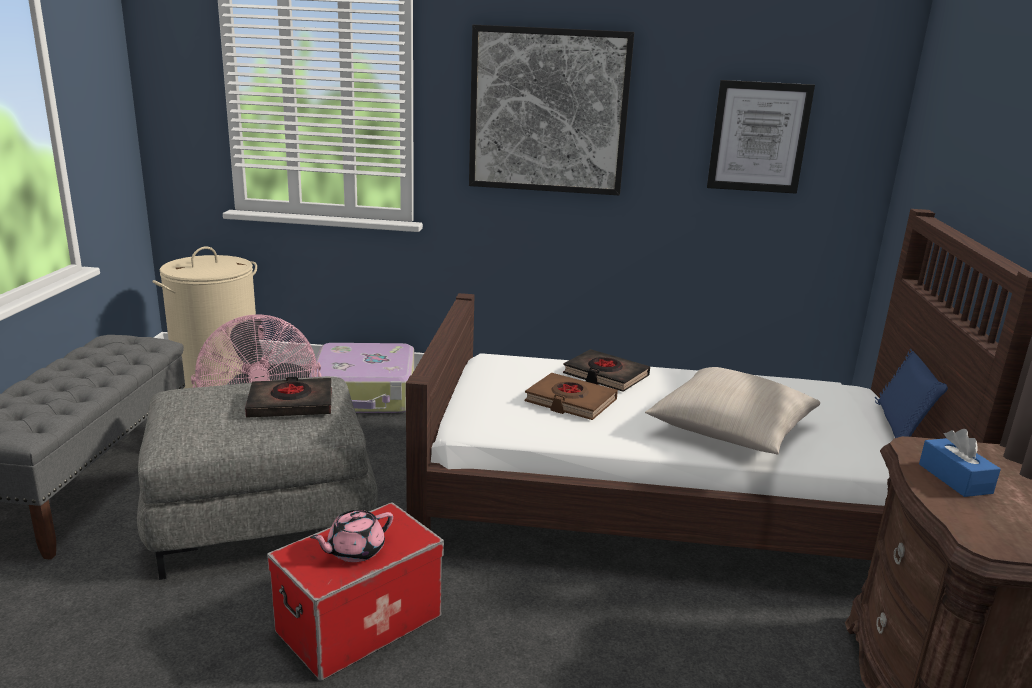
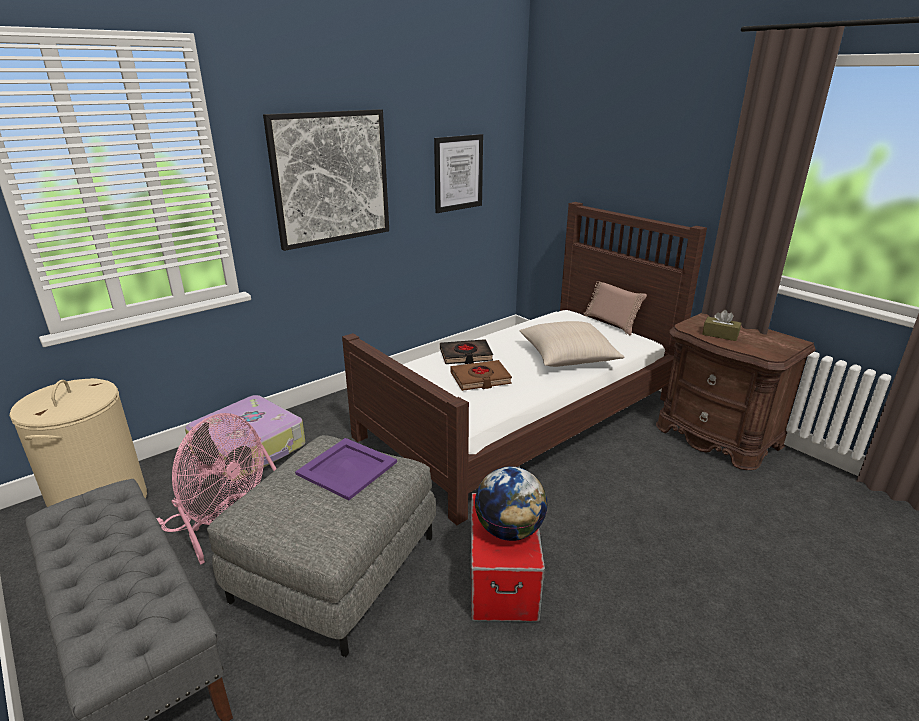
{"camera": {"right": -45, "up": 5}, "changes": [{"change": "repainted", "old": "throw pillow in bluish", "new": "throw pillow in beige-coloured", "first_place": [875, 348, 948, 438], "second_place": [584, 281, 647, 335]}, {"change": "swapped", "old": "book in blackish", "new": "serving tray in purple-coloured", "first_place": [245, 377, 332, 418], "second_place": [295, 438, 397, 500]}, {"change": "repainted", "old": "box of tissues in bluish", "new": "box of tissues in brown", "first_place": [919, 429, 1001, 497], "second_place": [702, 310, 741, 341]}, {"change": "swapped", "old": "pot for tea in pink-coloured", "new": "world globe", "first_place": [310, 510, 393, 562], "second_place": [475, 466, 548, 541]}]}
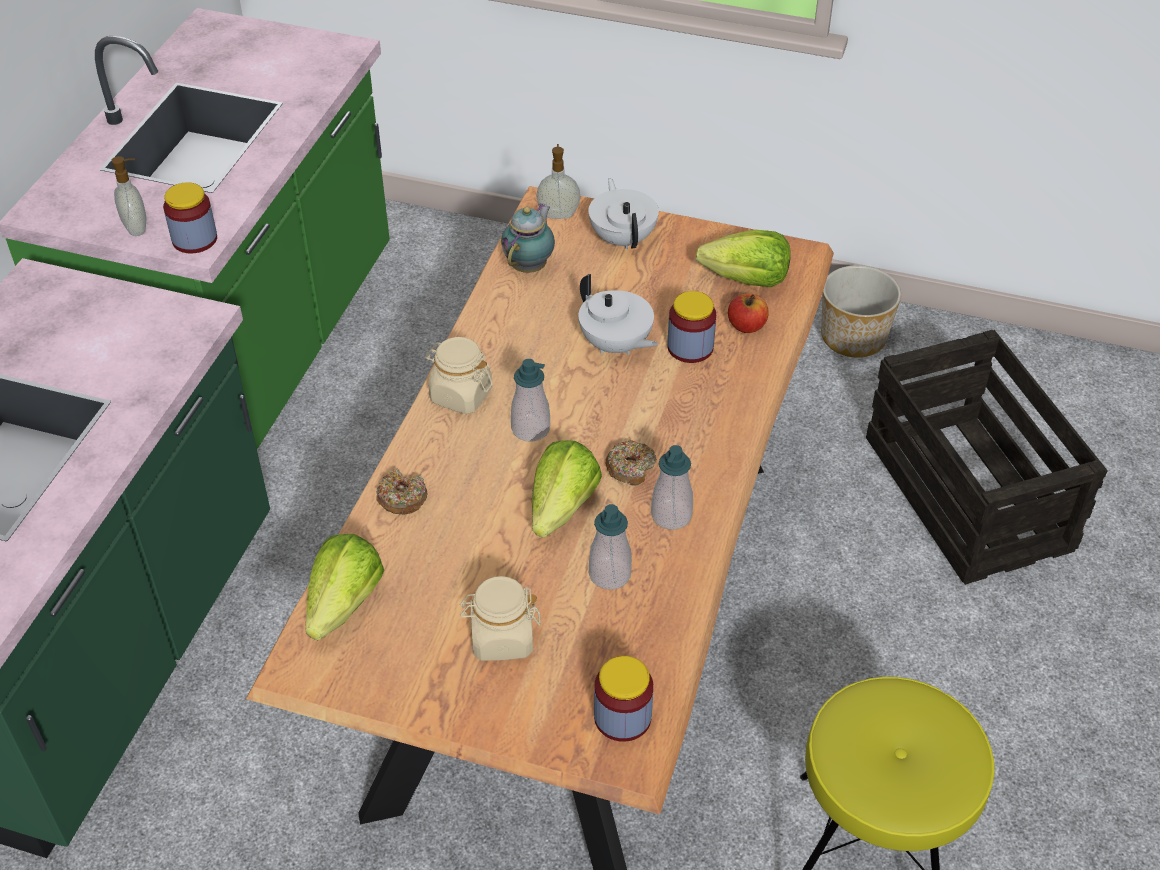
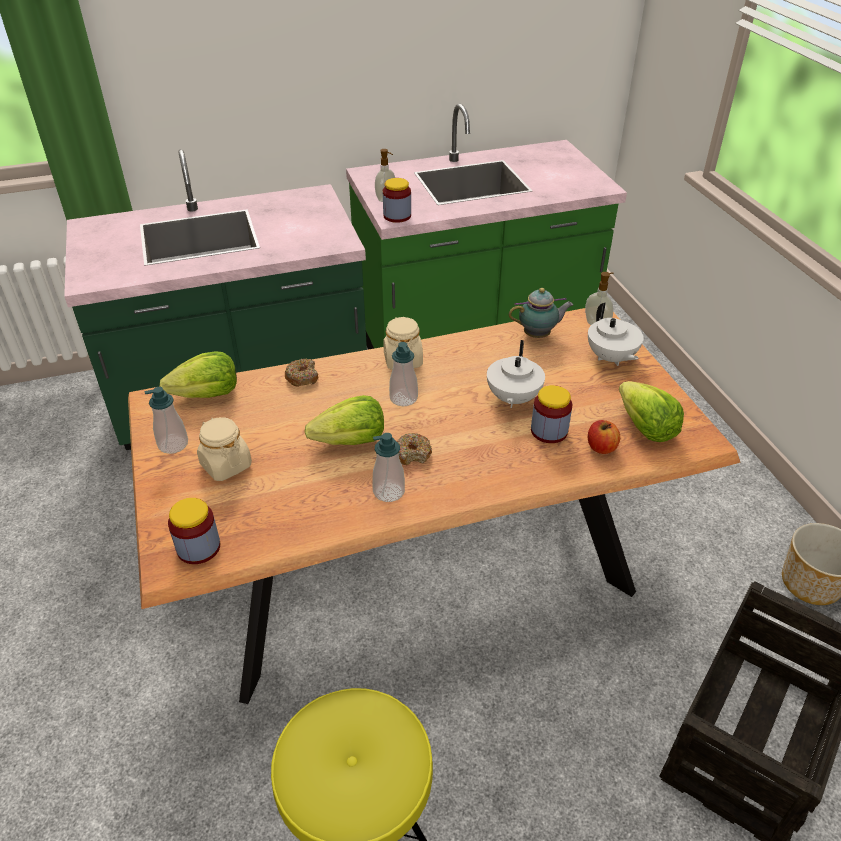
{"camera": {"right": 55, "up": -5}, "changes": [{"change": "rotated", "old": "pot for tea in white-coloured", "first_place": [589, 178, 659, 250], "second_place": [588, 303, 644, 366], "degrees": 120}, {"change": "shifted", "old": "liquid soap bottle", "first_place": [589, 504, 632, 590], "second_place": [144, 387, 188, 454]}]}
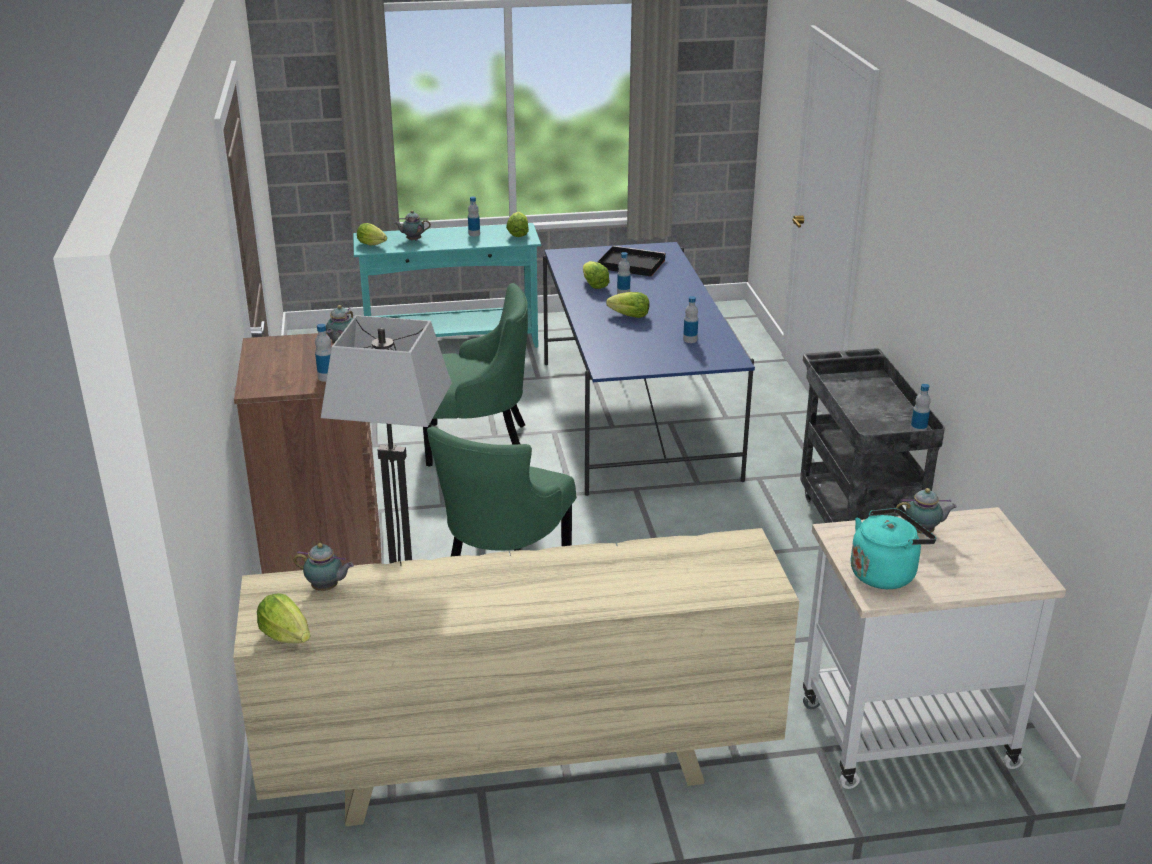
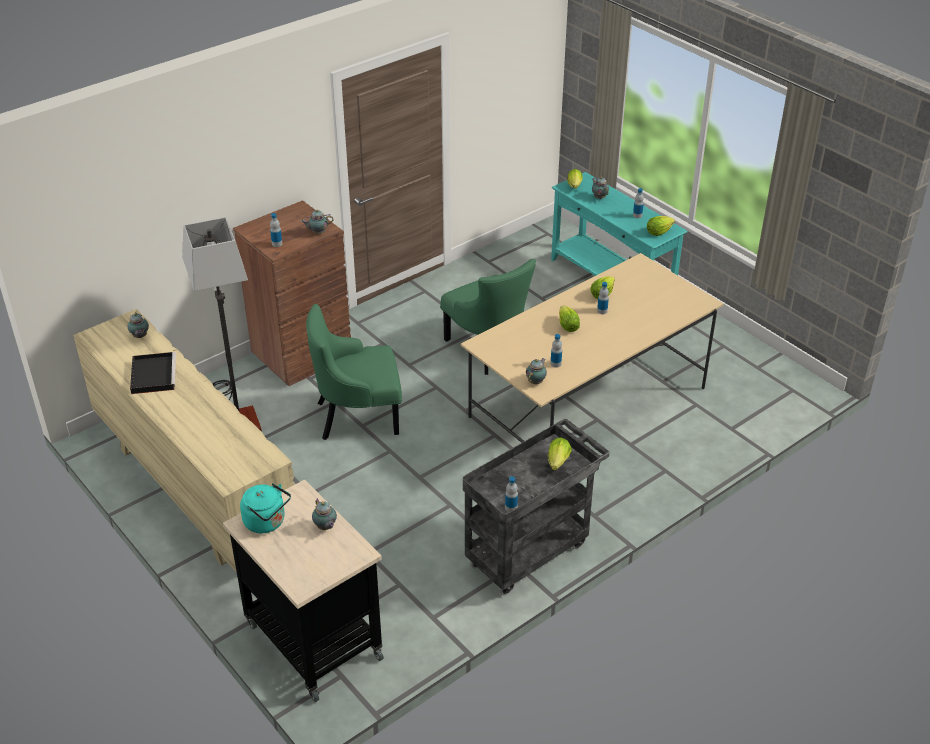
{"camera": {"right": 60, "up": 10}, "changes": [{"change": "repainted", "old": "dinner table in bluish", "new": "dinner table in beige-coloured", "first_place": [543, 242, 755, 496], "second_place": [461, 253, 724, 443]}, {"change": "shifted", "old": "serving tray in blackish", "first_place": [598, 246, 666, 277], "second_place": [130, 352, 176, 394]}, {"change": "repainted", "old": "trolley in white-coloured", "new": "trolley in blackish", "first_place": [803, 507, 1066, 789], "second_place": [223, 479, 384, 702]}, {"change": "shifted", "old": "lettuce head", "first_place": [257, 593, 310, 643], "second_place": [548, 438, 572, 470]}, {"change": "new", "new": "pot for tea", "second_place": [526, 358, 547, 384]}]}
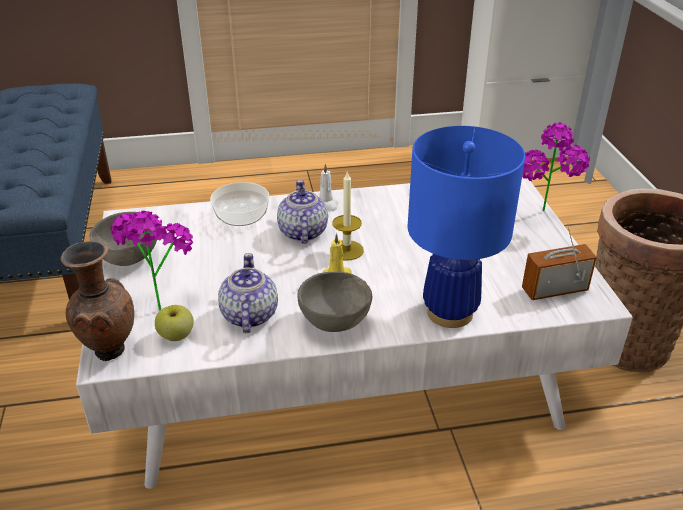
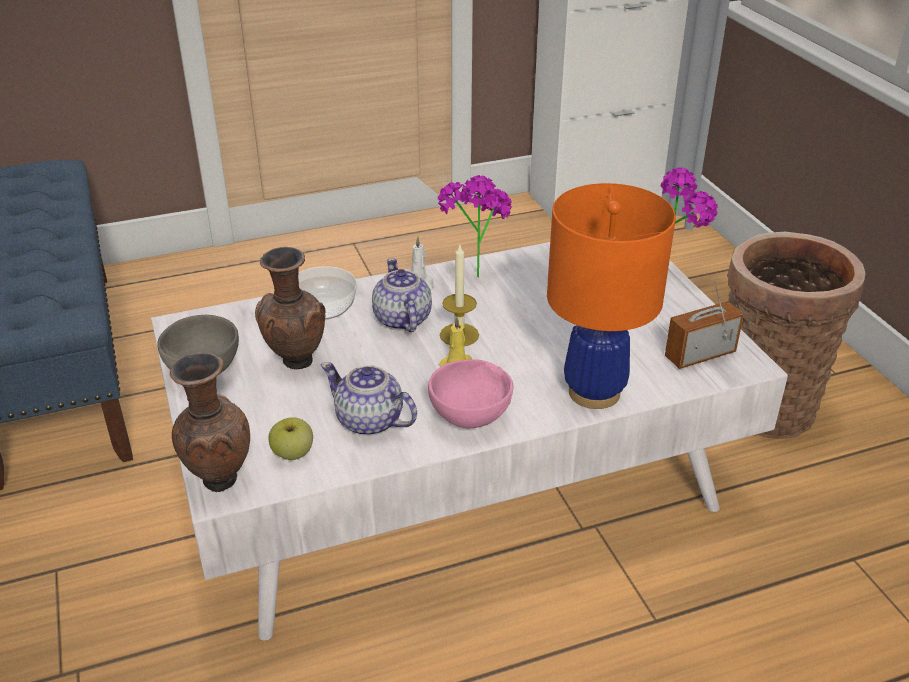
{"camera": {"right": -10, "up": 0}, "changes": [{"change": "repainted", "old": "table lamp in bluish", "new": "table lamp in orange", "first_place": [408, 126, 525, 328], "second_place": [547, 183, 676, 409]}, {"change": "shifted", "old": "plant in a pot", "first_place": [110, 211, 193, 310], "second_place": [438, 175, 512, 277]}, {"change": "rotated", "old": "pot for tea", "first_place": [218, 253, 278, 333], "second_place": [321, 362, 417, 436], "degrees": -45}, {"change": "repainted", "old": "serving bowl in gray", "new": "serving bowl in pink-coloured", "first_place": [297, 272, 372, 332], "second_place": [428, 359, 513, 428]}, {"change": "new", "new": "flower vase in brown", "second_place": [255, 247, 326, 369]}]}
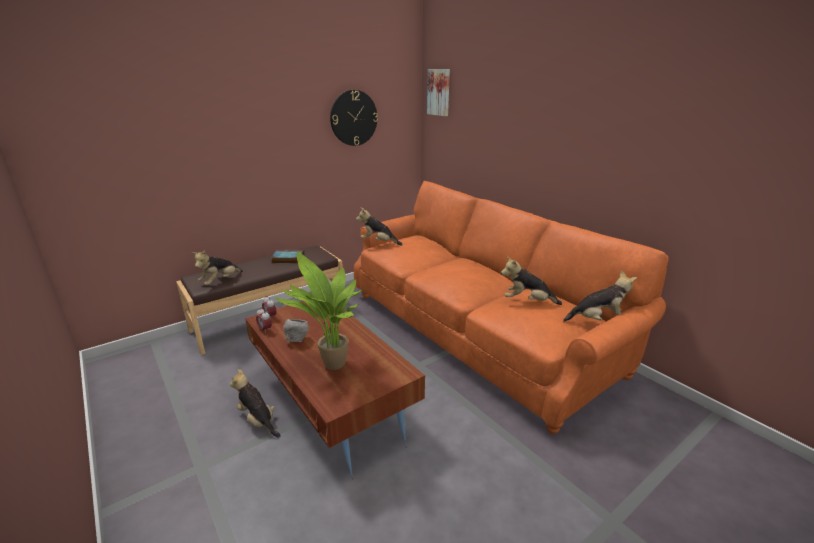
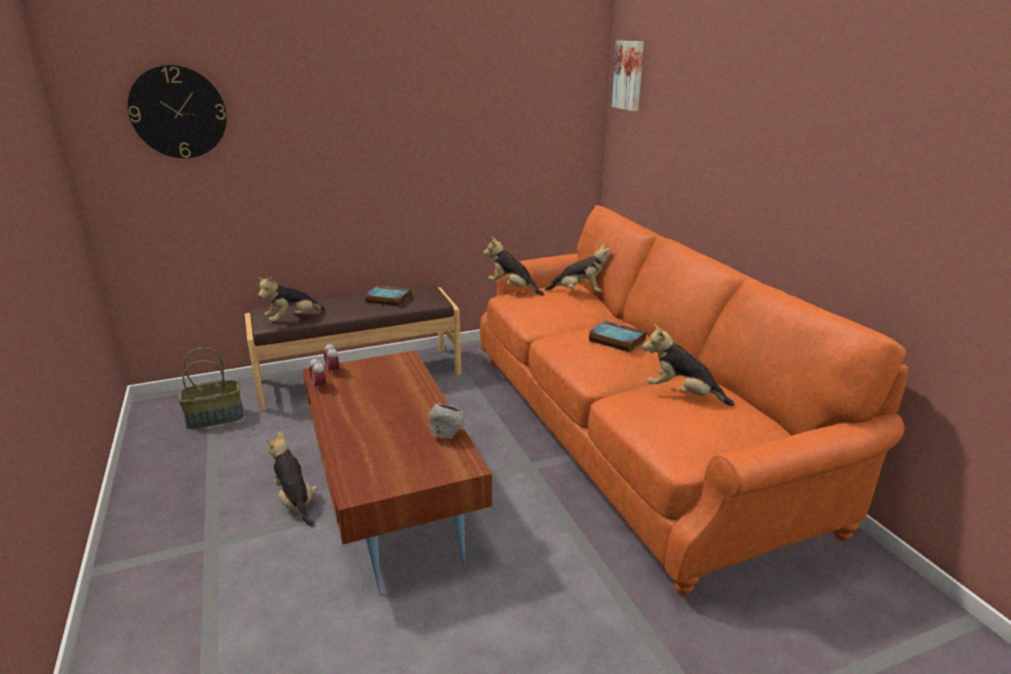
{"camera": {"right": 15, "up": 0}, "changes": [{"change": "shifted", "old": "clock on the wall", "first_place": [330, 90, 378, 146], "second_place": [128, 65, 227, 158]}, {"change": "gone", "old": "plant in a pot", "first_place": [275, 252, 365, 370]}, {"change": "shifted", "old": "cuddly toy", "first_place": [563, 271, 637, 322], "second_place": [545, 242, 611, 292]}, {"change": "shifted", "old": "serving bowl in gray", "first_place": [283, 319, 309, 342], "second_place": [429, 404, 464, 439]}, {"change": "new", "new": "book", "second_place": [588, 321, 646, 353]}, {"change": "new", "new": "basket", "second_place": [178, 348, 244, 429]}]}
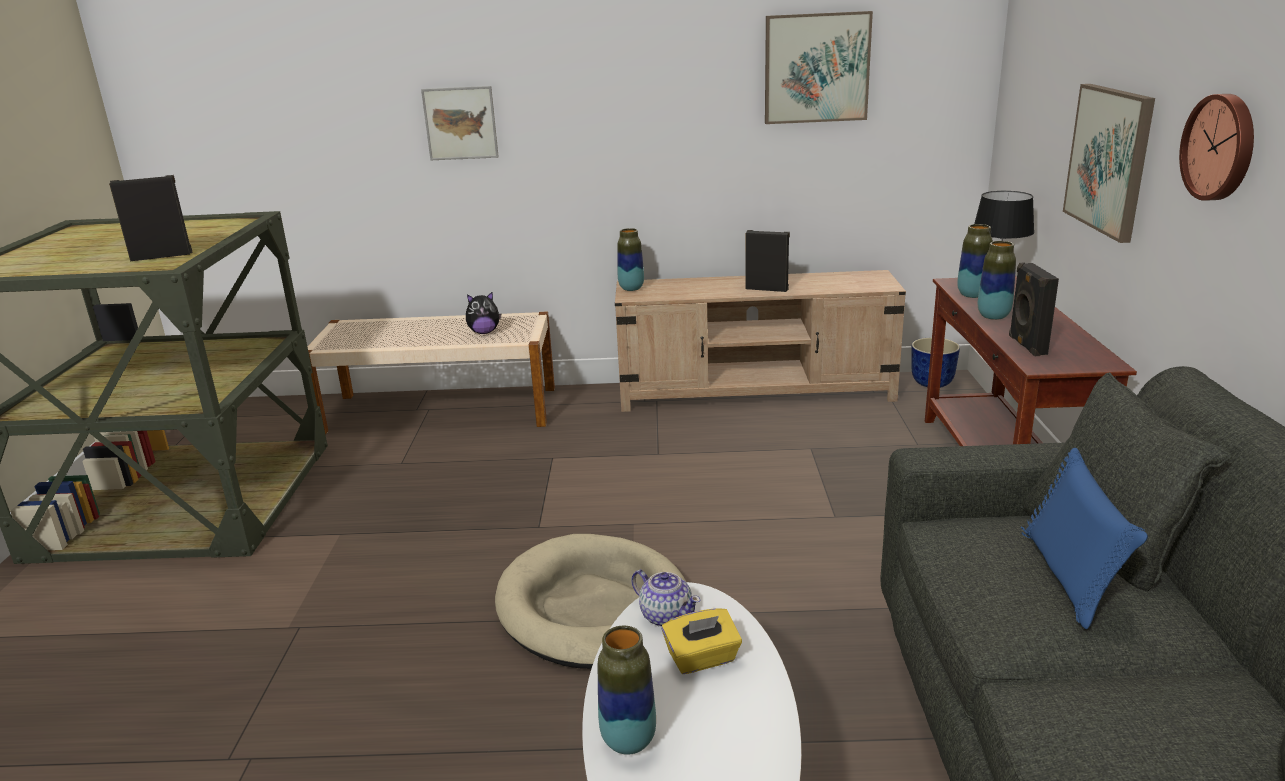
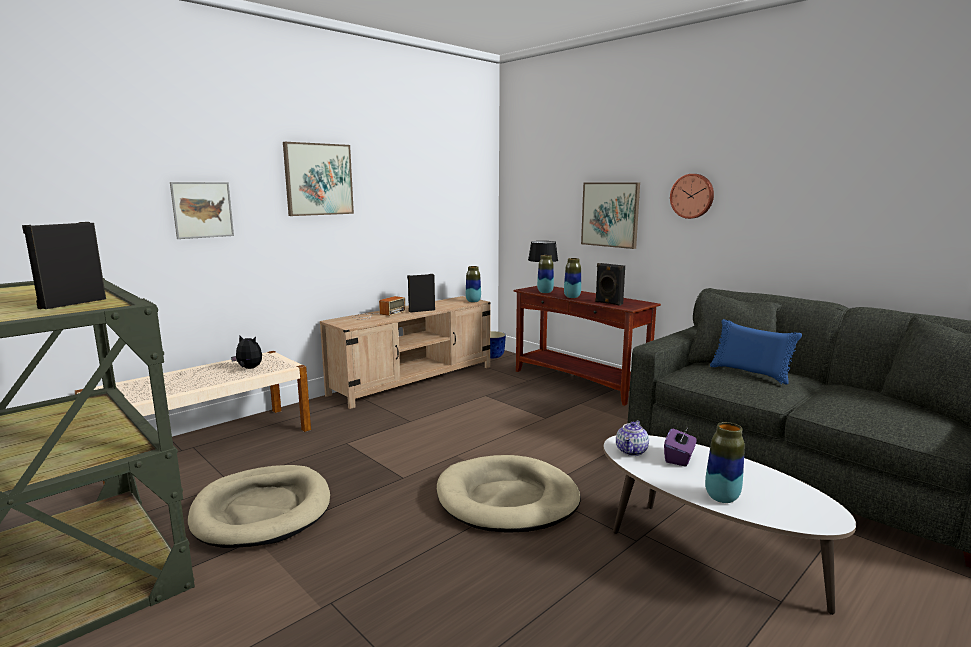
{"camera": {"right": -45, "up": -10}, "changes": [{"change": "shifted", "old": "wall art", "first_place": [765, 11, 873, 124], "second_place": [283, 142, 354, 216]}, {"change": "shifted", "old": "flower vase", "first_place": [617, 228, 644, 291], "second_place": [466, 266, 481, 302]}, {"change": "rotated", "old": "cuddly toy", "first_place": [466, 292, 501, 334], "second_place": [231, 336, 262, 369], "degrees": -105}, {"change": "rotated", "old": "pot for tea", "first_place": [631, 570, 701, 627], "second_place": [616, 420, 649, 456], "degrees": 120}, {"change": "repainted", "old": "box of tissues in yellow-coloured", "new": "box of tissues in purple-coloured", "first_place": [662, 608, 742, 674], "second_place": [664, 428, 697, 467]}, {"change": "new", "new": "radio receiver", "second_place": [352, 296, 406, 320]}, {"change": "new", "new": "pet bed in beige-coloured", "second_place": [188, 465, 330, 548]}]}
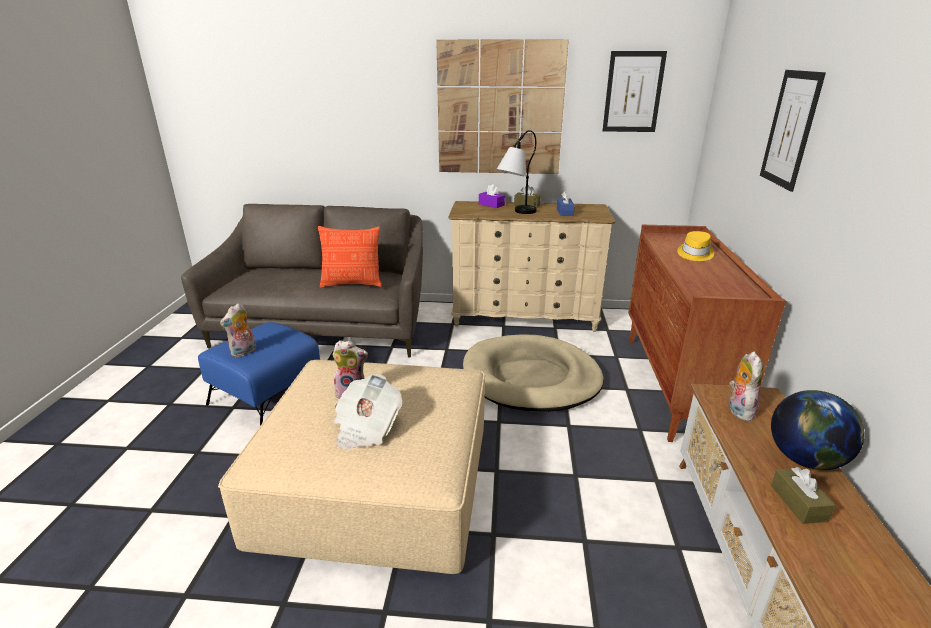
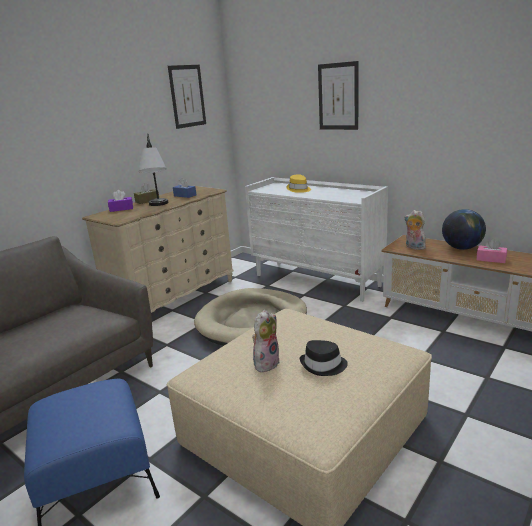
{"camera": {"right": -55, "up": -5}, "changes": [{"change": "gone", "old": "wall art", "first_place": [436, 39, 569, 174]}, {"change": "repainted", "old": "cupboard in brown", "new": "cupboard in white-coloured", "first_place": [628, 225, 786, 442], "second_place": [245, 177, 388, 302]}, {"change": "gone", "old": "throw pillow in orange", "first_place": [318, 226, 382, 288]}, {"change": "gone", "old": "cuddly toy", "first_place": [220, 303, 256, 357]}, {"change": "swapped", "old": "printed paper", "new": "hat in blackish", "first_place": [334, 374, 402, 449], "second_place": [300, 340, 348, 376]}, {"change": "repainted", "old": "box of tissues in brown", "new": "box of tissues in pink-coloured", "first_place": [771, 467, 836, 524], "second_place": [477, 239, 507, 263]}]}
